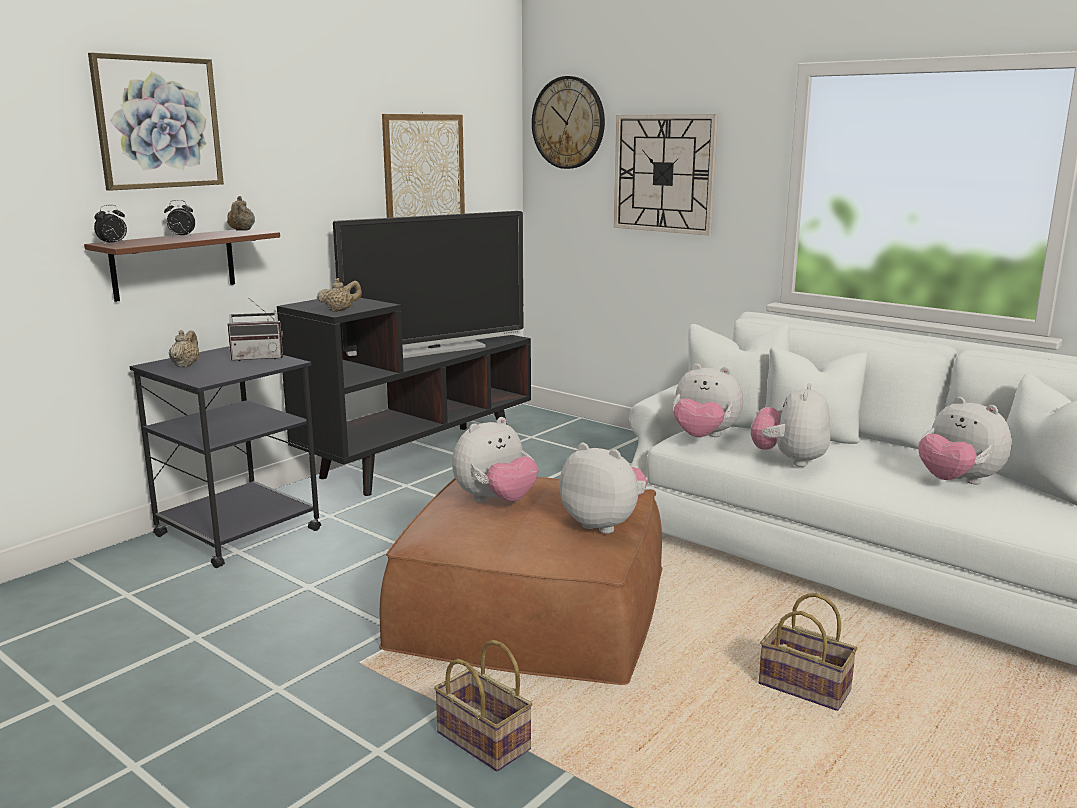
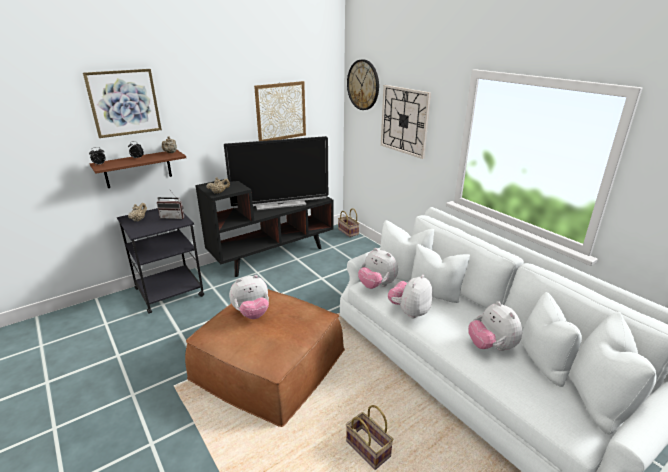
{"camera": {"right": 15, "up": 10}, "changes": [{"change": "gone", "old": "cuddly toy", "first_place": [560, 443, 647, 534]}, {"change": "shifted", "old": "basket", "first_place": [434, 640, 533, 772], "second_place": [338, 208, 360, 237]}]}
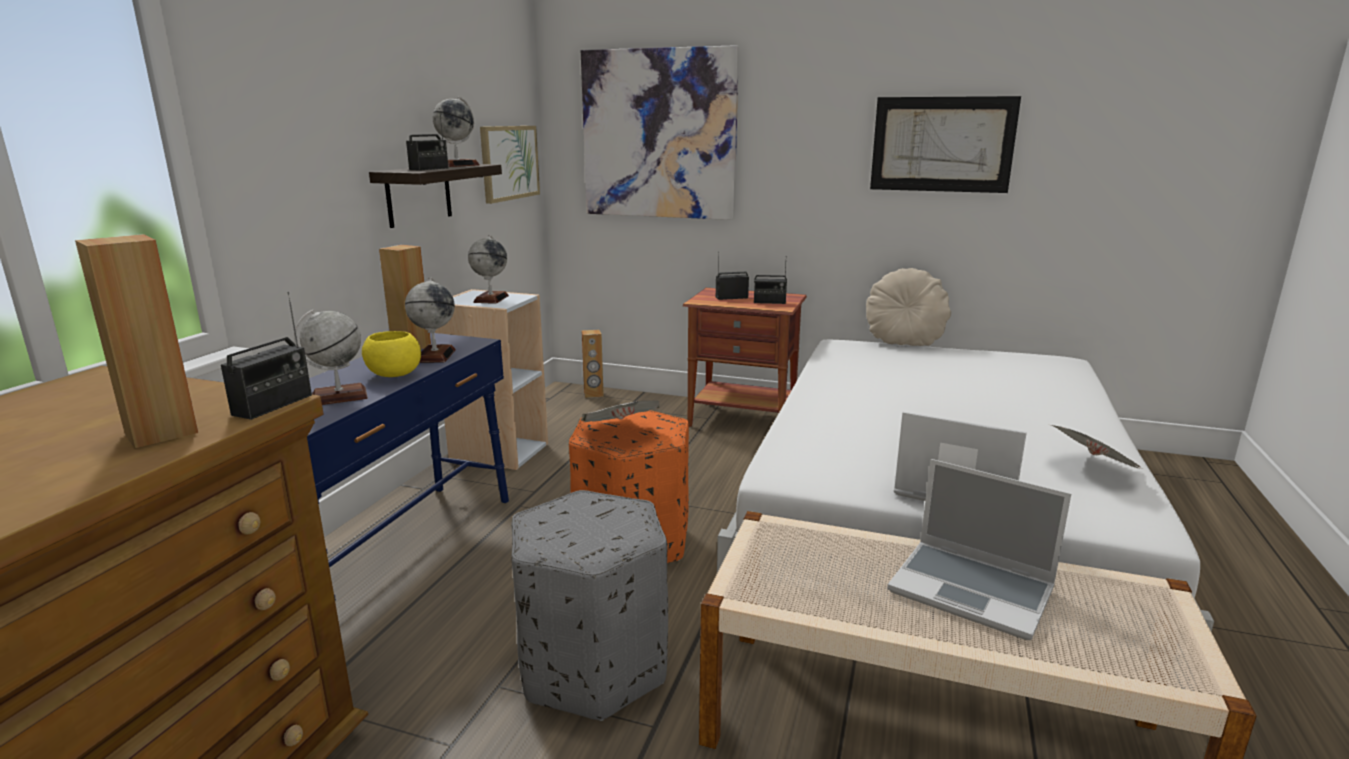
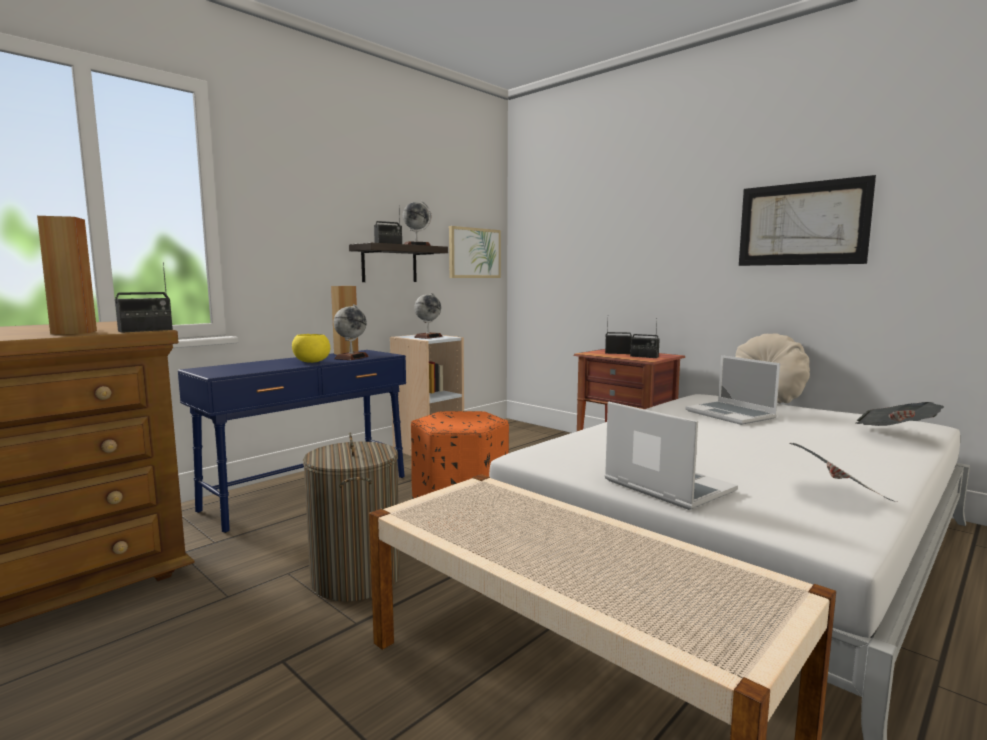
{"camera": {"right": 25, "up": -10}, "changes": [{"change": "gone", "old": "wall art", "first_place": [581, 45, 739, 220]}, {"change": "gone", "old": "world globe", "first_place": [294, 309, 368, 405]}, {"change": "gone", "old": "audio speaker in brown", "first_place": [581, 330, 604, 398]}, {"change": "shifted", "old": "printed paper", "first_place": [581, 400, 660, 422], "second_place": [855, 402, 944, 426]}, {"change": "shifted", "old": "laptop", "first_place": [887, 459, 1071, 640], "second_place": [685, 355, 780, 425]}, {"change": "swapped", "old": "ottoman in gray", "new": "hamper", "first_place": [511, 490, 668, 721], "second_place": [303, 433, 400, 602]}]}
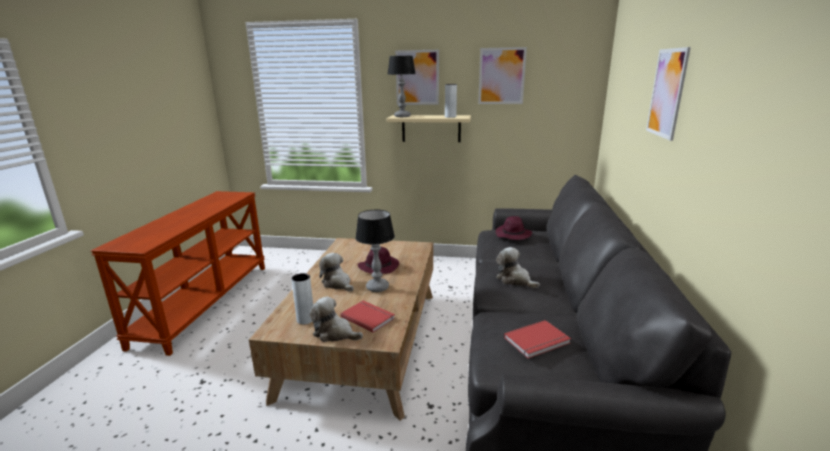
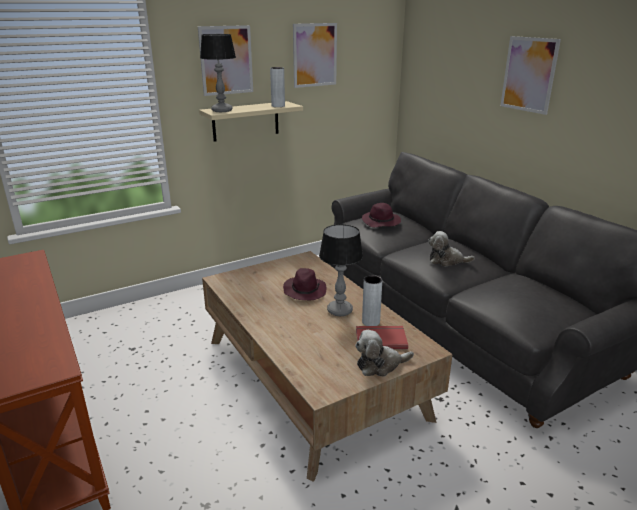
{"camera": {"right": -40, "up": 5}, "changes": [{"change": "gone", "old": "cuddly toy", "first_place": [319, 253, 354, 292]}, {"change": "shifted", "old": "flower vase in gray", "first_place": [291, 273, 313, 324], "second_place": [362, 275, 382, 326]}, {"change": "gone", "old": "book in red", "first_place": [504, 320, 571, 359]}]}
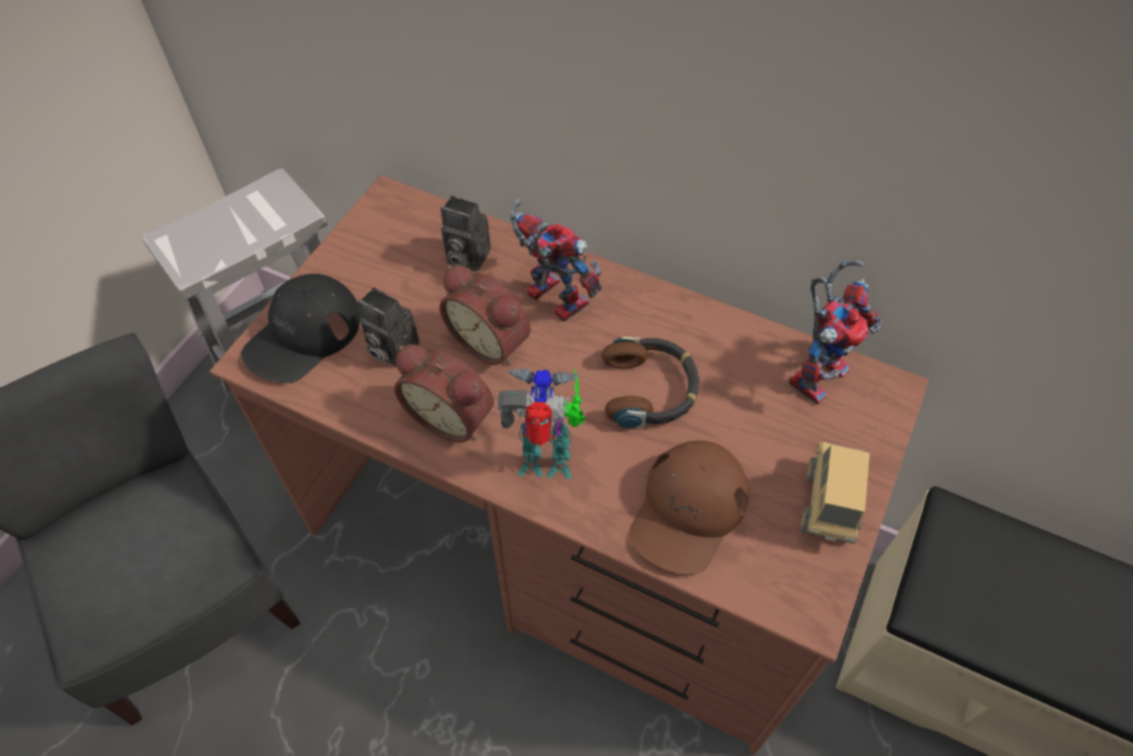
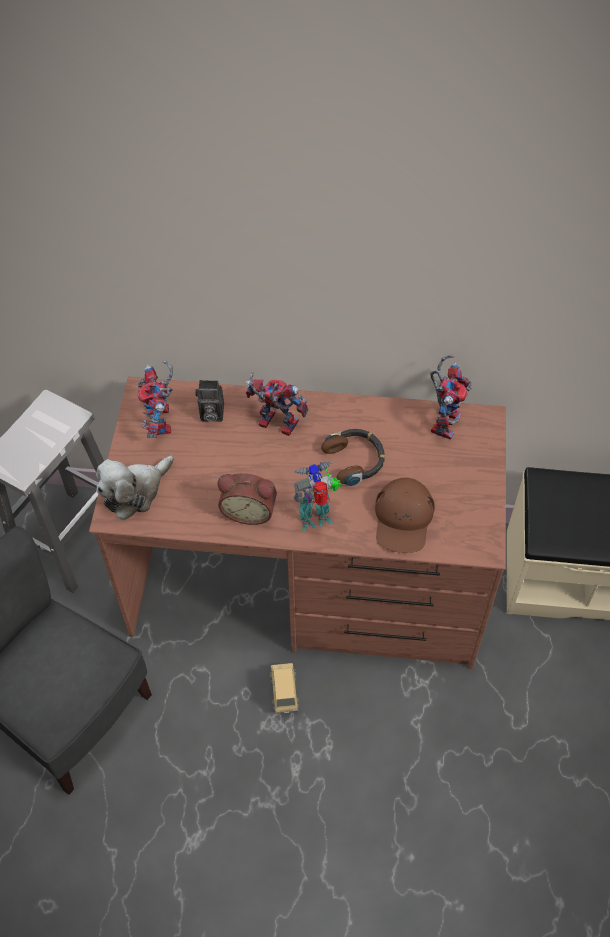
{"camera": {"right": -20, "up": 0}, "changes": [{"change": "gone", "old": "alarm clock", "first_place": [439, 265, 531, 365]}, {"change": "swapped", "old": "peaked cap in blackish", "new": "cuddly toy", "first_place": [241, 274, 361, 383], "second_place": [96, 456, 174, 520]}, {"change": "gone", "old": "still camera", "first_place": [357, 288, 419, 367]}, {"change": "shifted", "old": "toy truck", "first_place": [800, 442, 870, 544], "second_place": [269, 663, 299, 713]}, {"change": "new", "new": "toy robot", "second_place": [138, 360, 173, 438]}]}
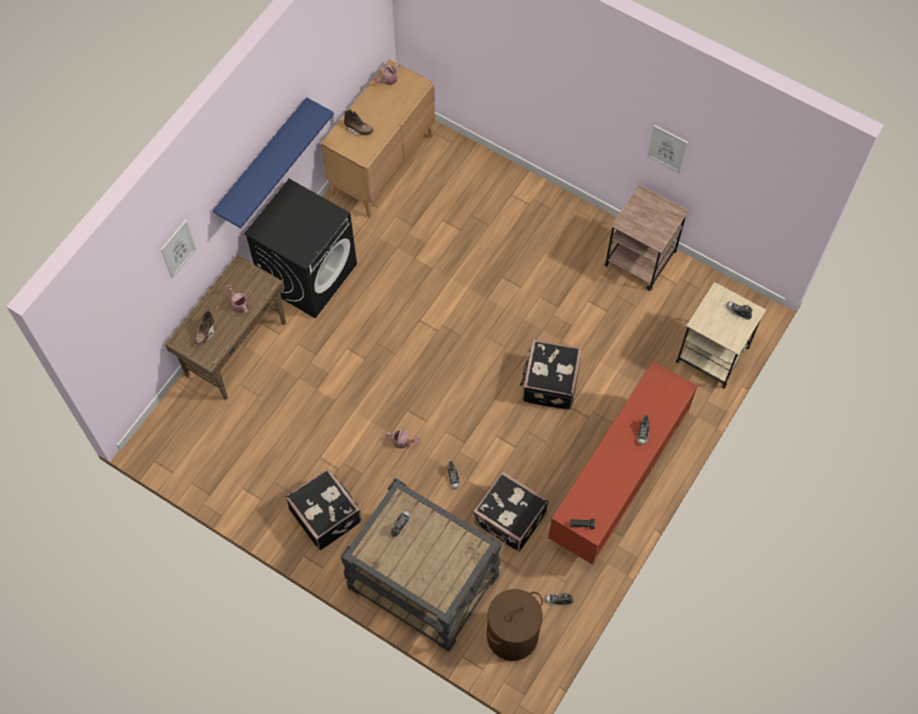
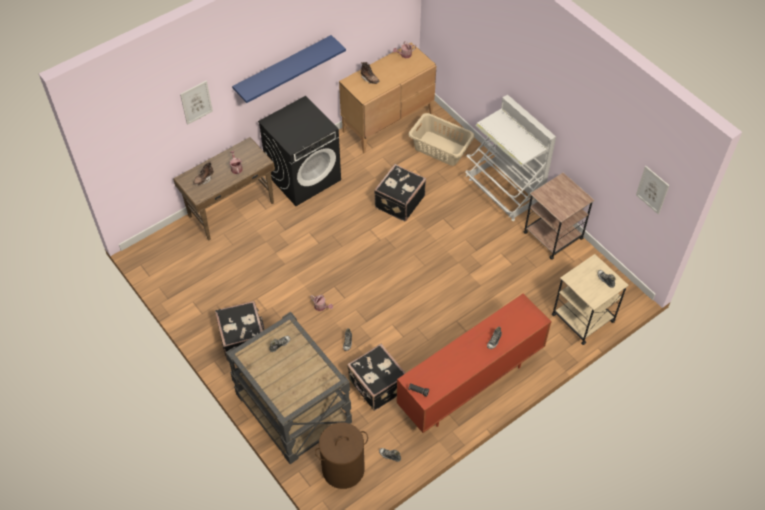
{"camera": {"right": 20, "up": -10}, "changes": [{"change": "shifted", "old": "wall art", "first_place": [647, 125, 688, 173], "second_place": [636, 166, 669, 214]}, {"change": "shifted", "old": "suitcase in blackish", "first_place": [520, 339, 582, 410], "second_place": [374, 164, 426, 221]}, {"change": "new", "new": "shoe shelf in white-coloured", "second_place": [465, 95, 556, 221]}, {"change": "new", "new": "hamper in beige-coloured", "second_place": [408, 113, 475, 166]}]}
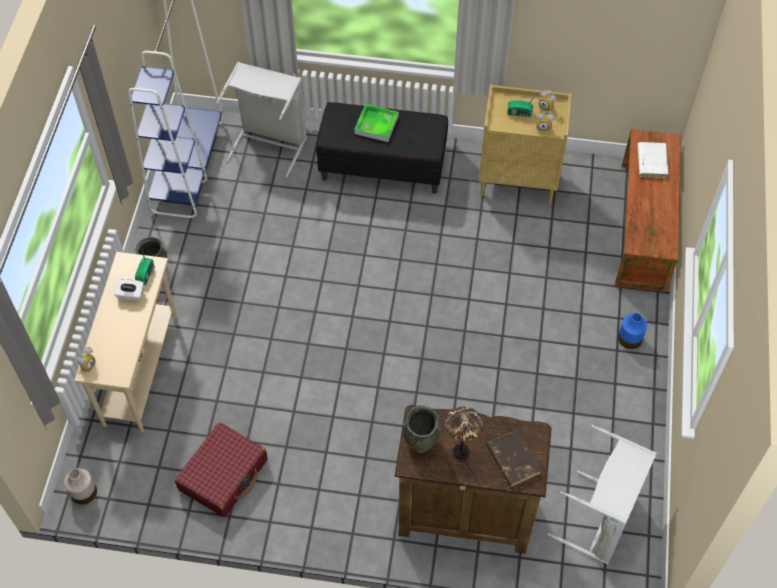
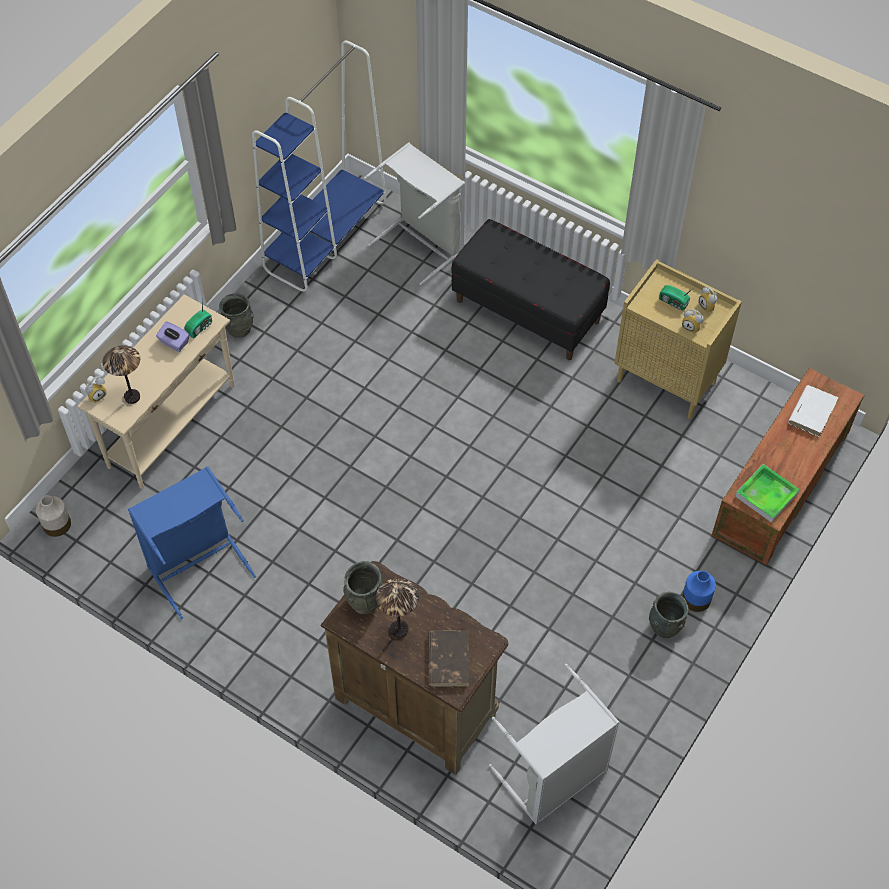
{"camera": {"right": 25, "up": 0}, "changes": [{"change": "shifted", "old": "serving tray", "first_place": [354, 104, 399, 142], "second_place": [735, 464, 800, 523]}, {"change": "repainted", "old": "box of tissues in white-coloured", "new": "box of tissues in purple-coloured", "first_place": [114, 279, 144, 301], "second_place": [156, 321, 190, 352]}, {"change": "swapped", "old": "suitcase in red", "new": "hamper in bluish", "first_place": [174, 422, 268, 517], "second_place": [128, 466, 256, 619]}, {"change": "new", "new": "table lamp", "second_place": [102, 345, 140, 404]}, {"change": "new", "new": "flower vase in gray", "second_place": [649, 592, 688, 638]}]}
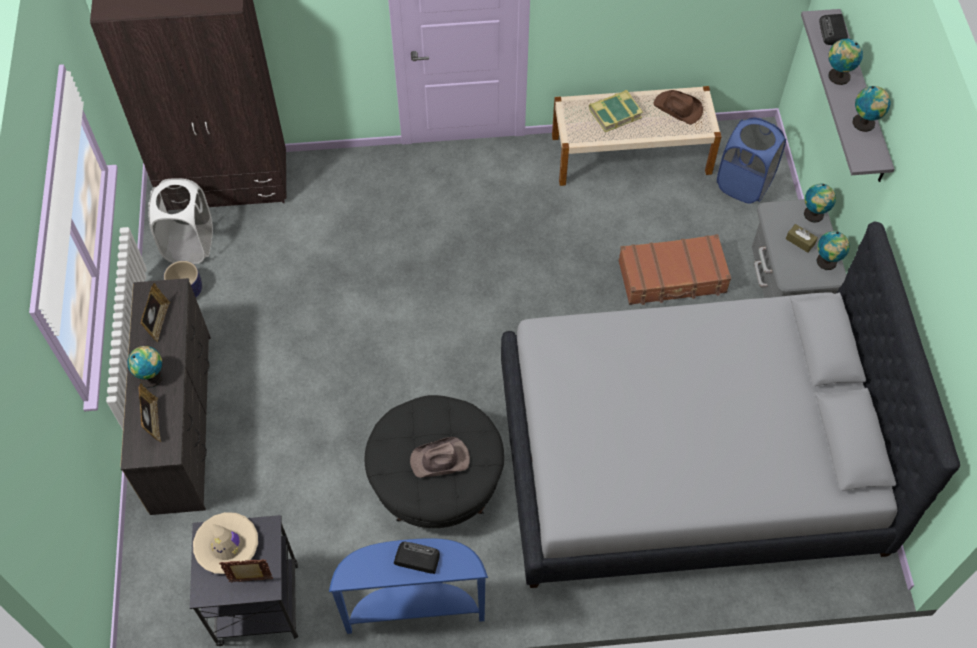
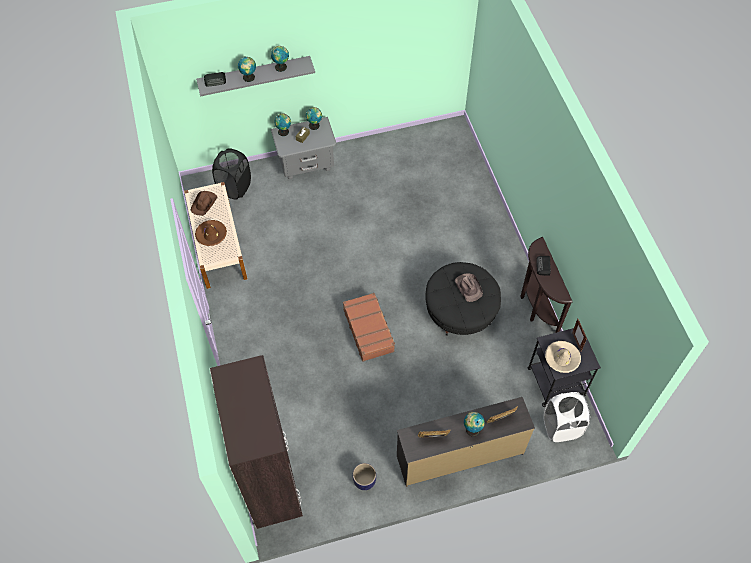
{"camera": {"right": -100, "up": 0}, "changes": [{"change": "swapped", "old": "book", "new": "hat in brown", "first_place": [589, 90, 643, 132], "second_place": [195, 220, 227, 246]}, {"change": "repainted", "old": "hamper in bluish", "new": "hamper in blackish", "first_place": [717, 118, 786, 204], "second_place": [212, 148, 251, 200]}, {"change": "shifted", "old": "hamper in white-coloured", "first_place": [148, 178, 213, 264], "second_place": [543, 392, 590, 442]}, {"change": "gone", "old": "bedroom bed in gray", "first_place": [501, 221, 960, 588]}, {"change": "shifted", "old": "suitcase in brown", "first_place": [618, 234, 731, 305], "second_place": [343, 293, 395, 362]}, {"change": "repainted", "old": "hall table in bluish", "new": "hall table in brown", "first_place": [329, 538, 488, 634], "second_place": [520, 237, 573, 333]}]}
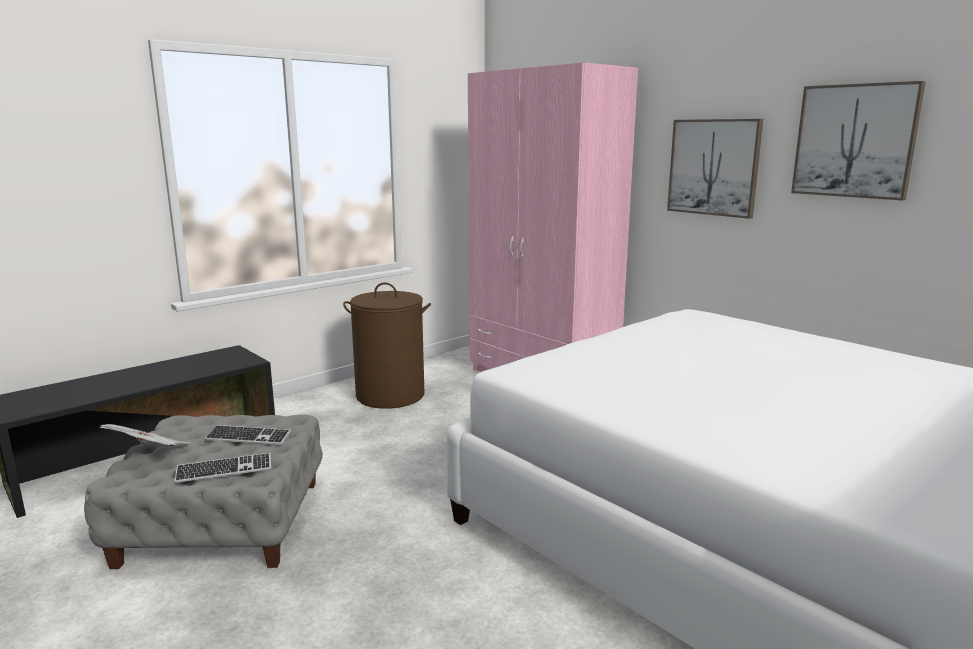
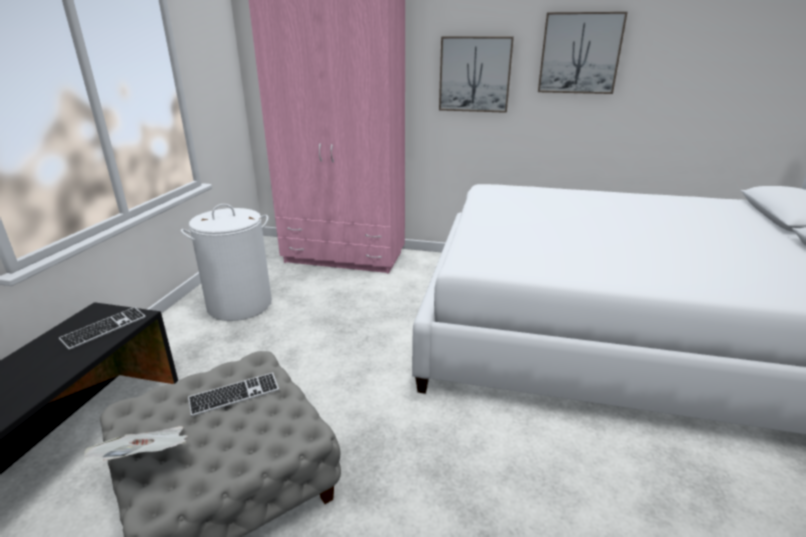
{"camera": {"right": -35, "up": 10}, "changes": [{"change": "repainted", "old": "hamper in brown", "new": "hamper in white-coloured", "first_place": [343, 282, 431, 409], "second_place": [181, 204, 272, 321]}, {"change": "shifted", "old": "computer keyboard", "first_place": [175, 453, 271, 483], "second_place": [59, 307, 146, 350]}]}
